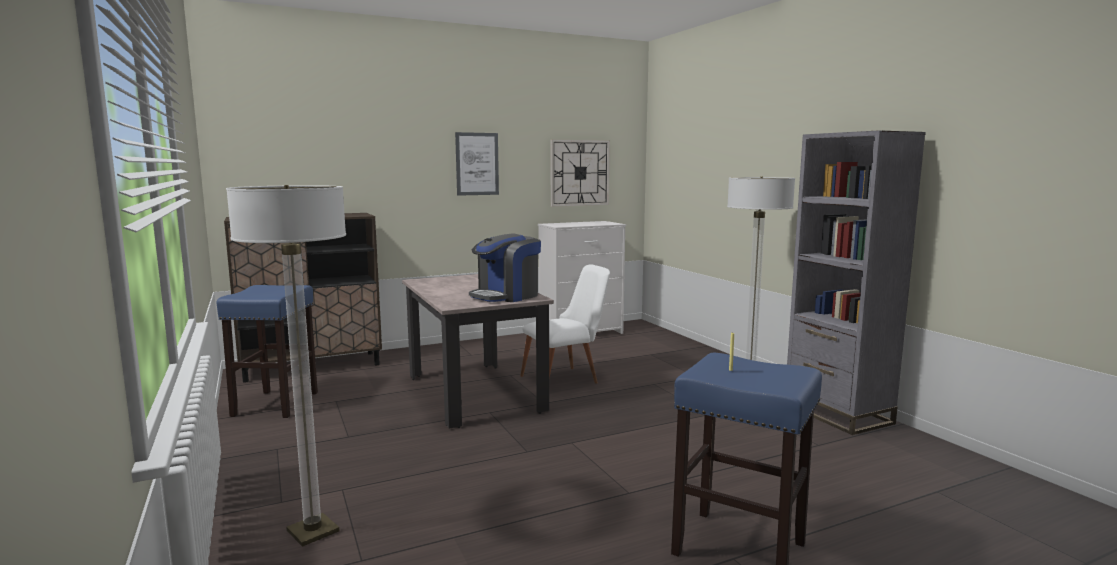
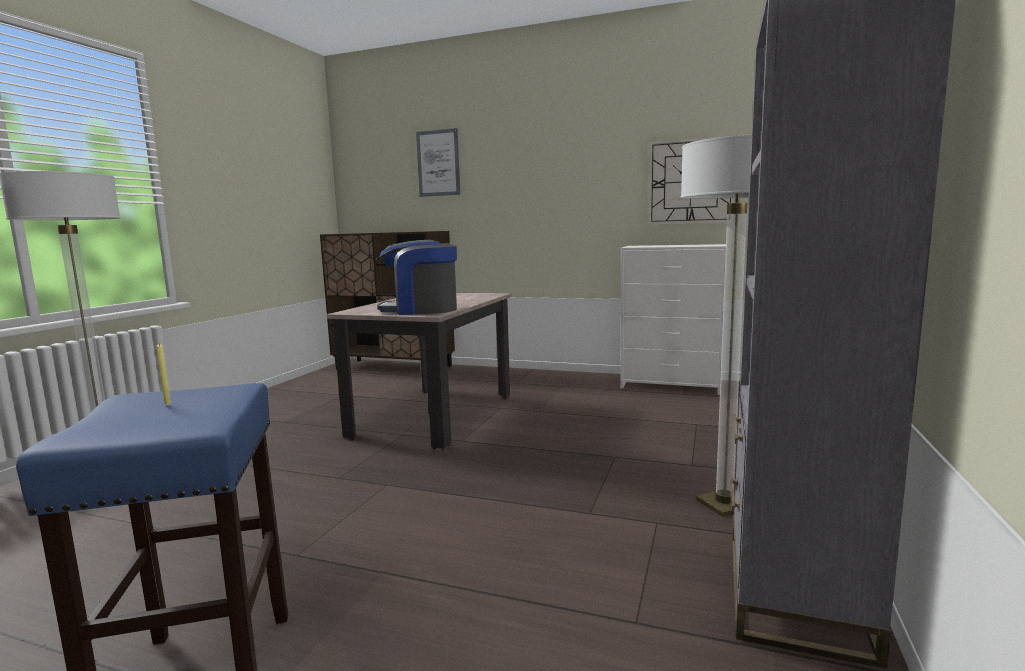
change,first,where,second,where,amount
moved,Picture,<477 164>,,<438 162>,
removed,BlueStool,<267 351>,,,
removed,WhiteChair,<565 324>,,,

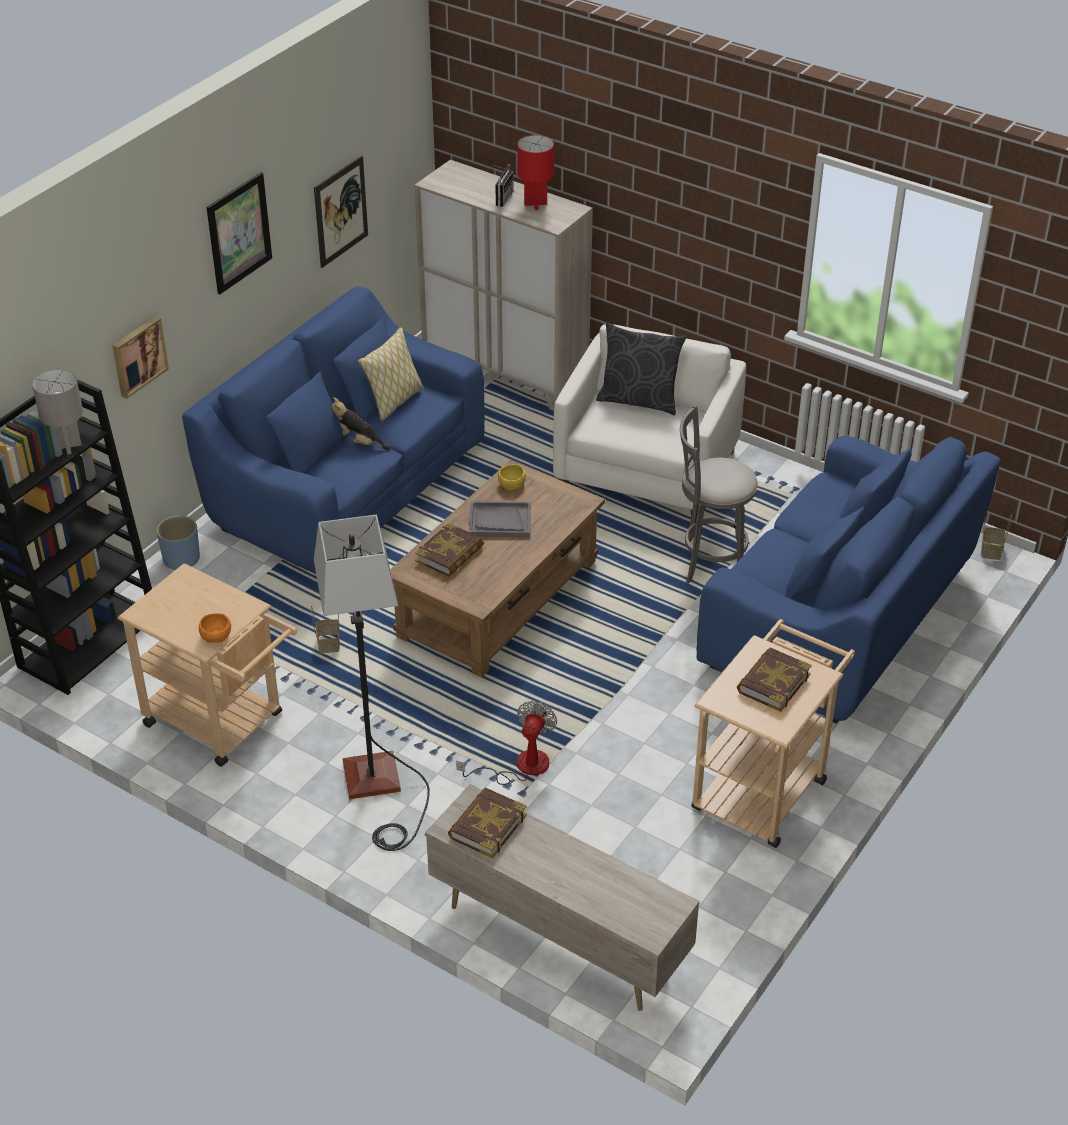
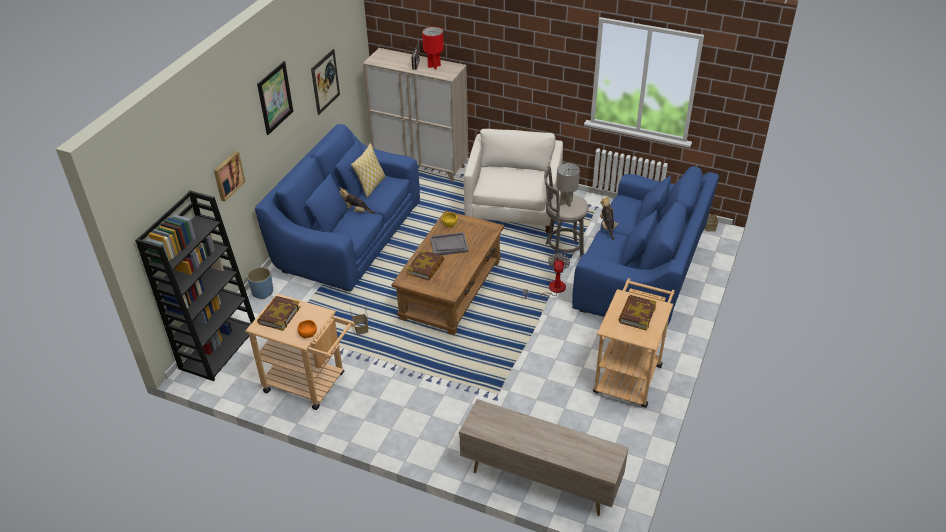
change,first,where,second,where,amount
moved,Book,<487 823>,,<279 313>,
moved,Fan,<506 743>,,<546 276>,
moved,GreyTableLamp,<57 412>,,<568 185>,
added,,,PlushToy,<609 217>,
removed,FloorLamp,<372 682>,,,
removed,GreyPillow,<641 368>,,,

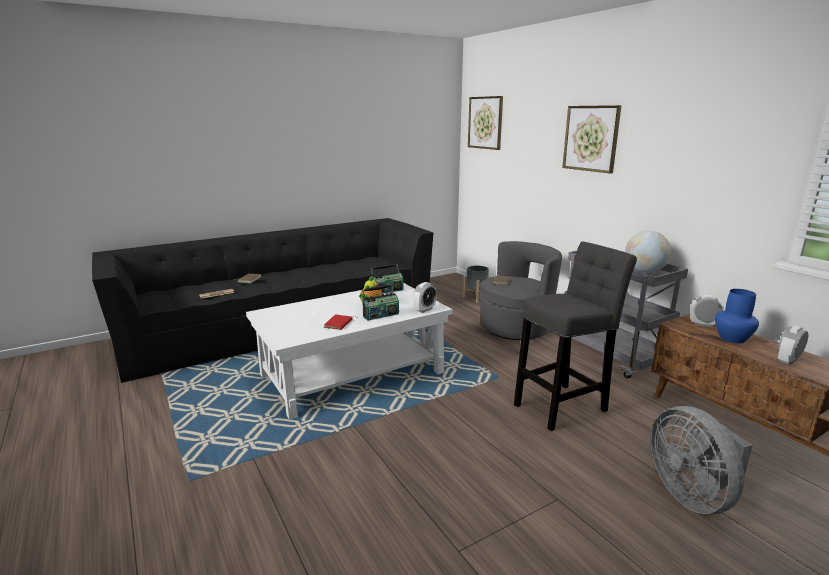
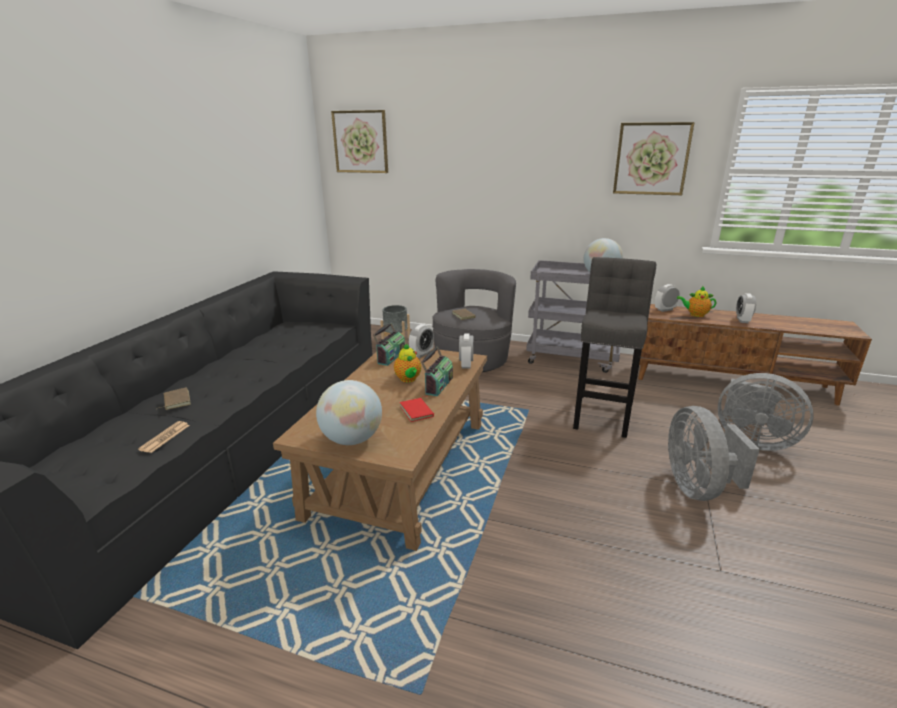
change,first,where,second,where,amount
recoloured,WhiteCoffeeTable,<349 351>,BrownCoffeeTable,<380 450>,
added,,,Globe,<349 412>,
added,,,AlarmClock,<421 341>,
moved,Picture,<591 139>,,<654 158>,
added,,,GreyFan,<714 453>,
replaced,BlueVase,<737 316>,Teapot,<696 301>,

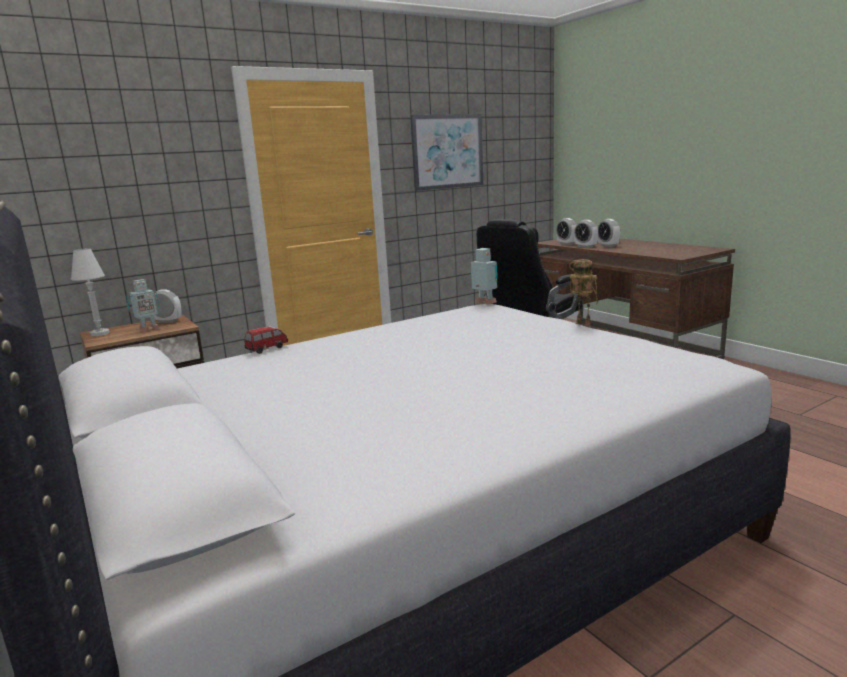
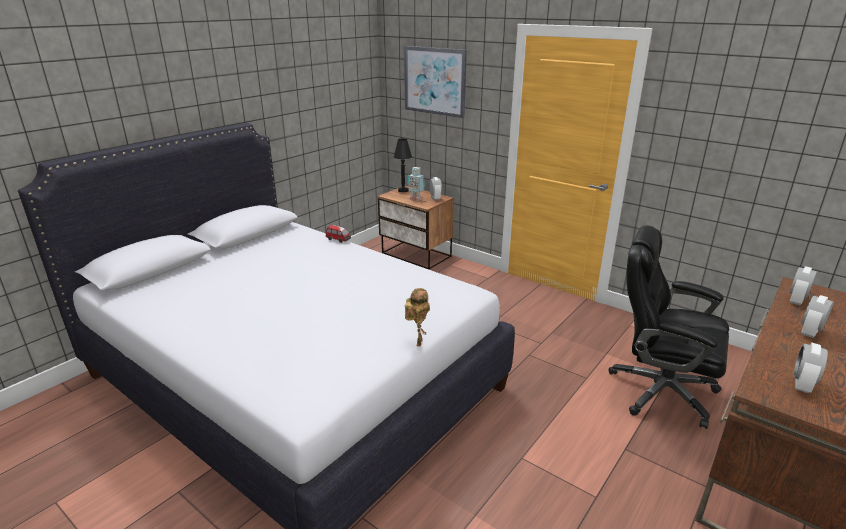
change,first,where,second,where,amount
recoloured,WhiteTableLamp,<90 292>,BlackTableLamp,<403 165>,
moved,Picture,<446 152>,,<435 82>,
moved,AlarmClock,<586 234>,,<810 368>,
removed,ToyRobot,<484 276>,,,

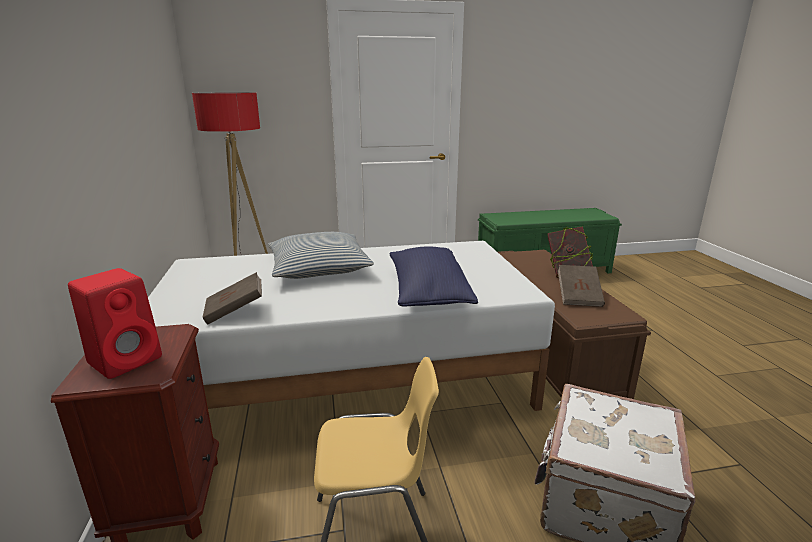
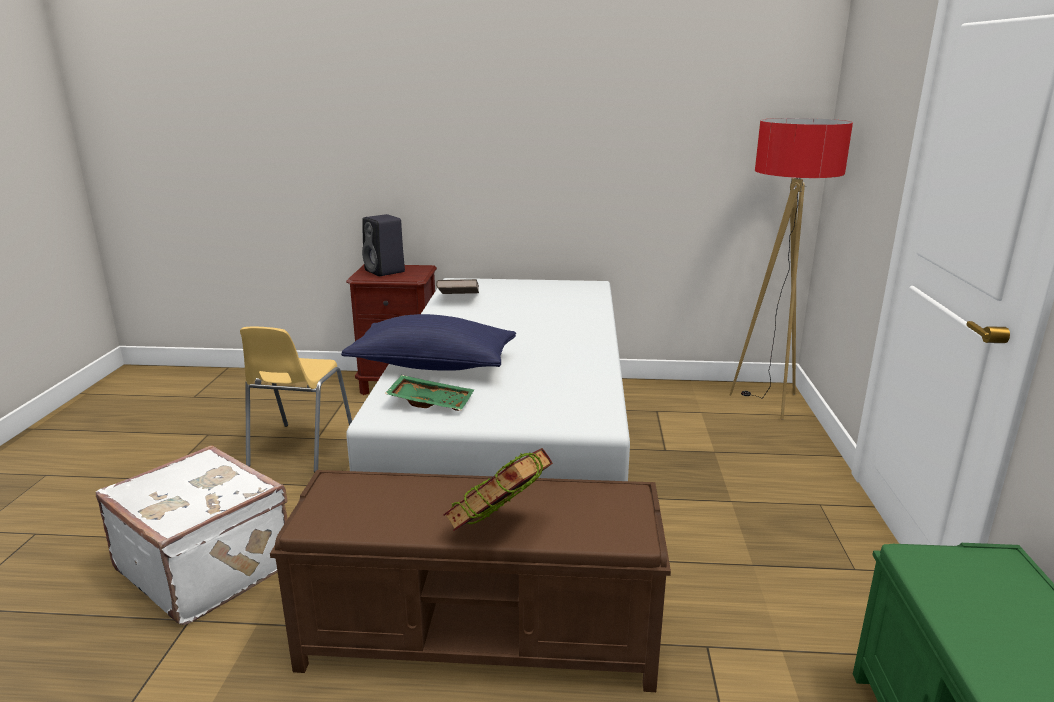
change,first,where,second,where,amount
recoloured,RedSpeaker,<115 323>,BlackSpeaker,<383 245>,
added,,,GreenTray,<429 393>,
removed,Pillow,<321 255>,,,
removed,BrownBook,<581 286>,,,

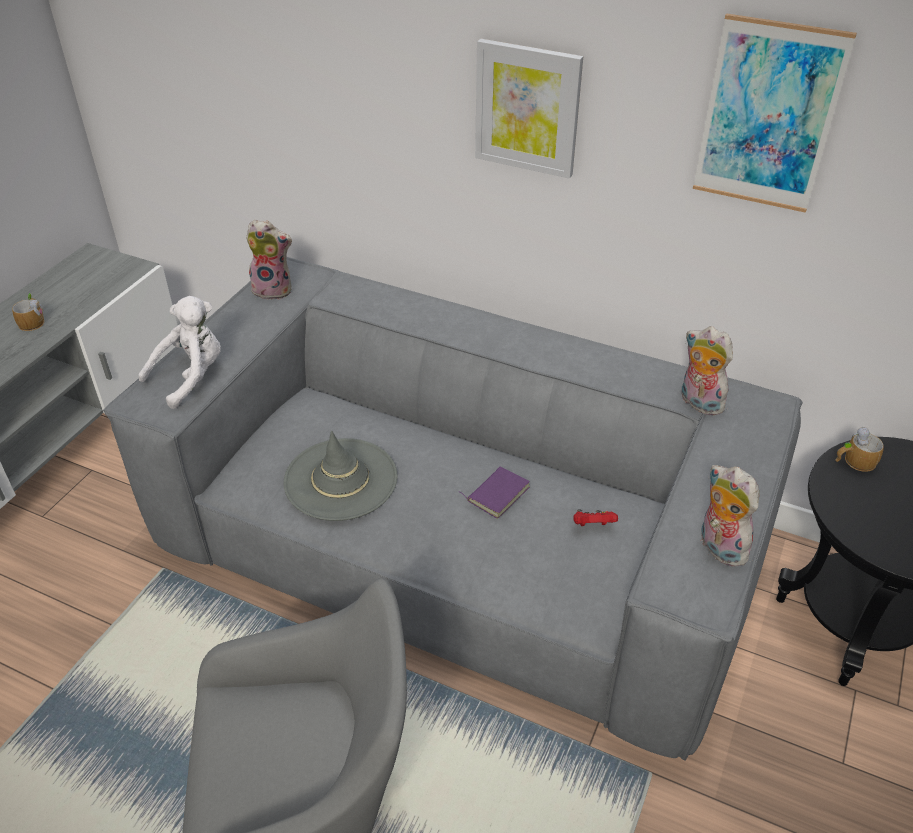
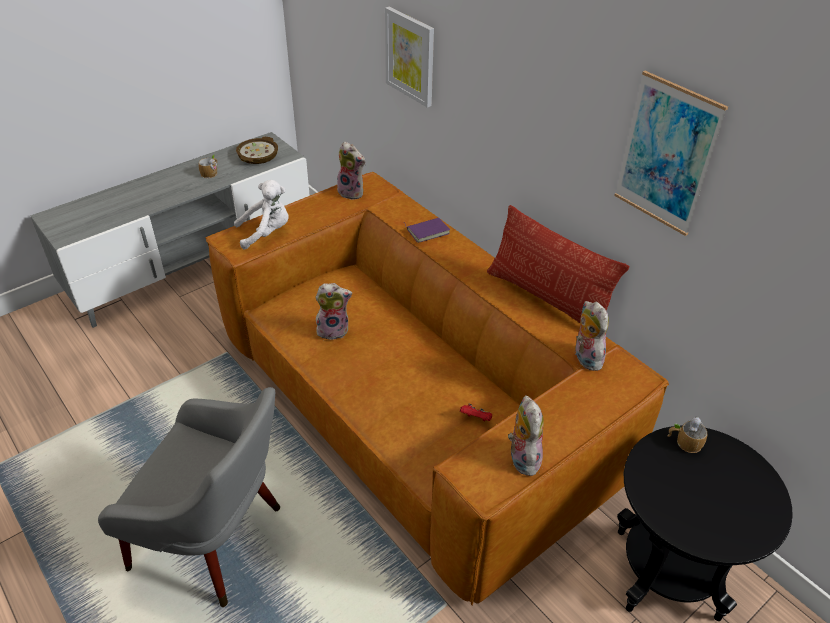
change,first,where,second,where,amount
recoloured,GreySofa,<453 509>,BrownSofa,<437 388>,
added,,,Bowl,<257 150>,
replaced,GreyHat,<340 476>,PlushToy,<333 311>,
moved,Picture,<529 108>,,<409 57>,
moved,PurpleBook,<495 493>,,<427 230>,
added,,,Pillow,<558 264>,

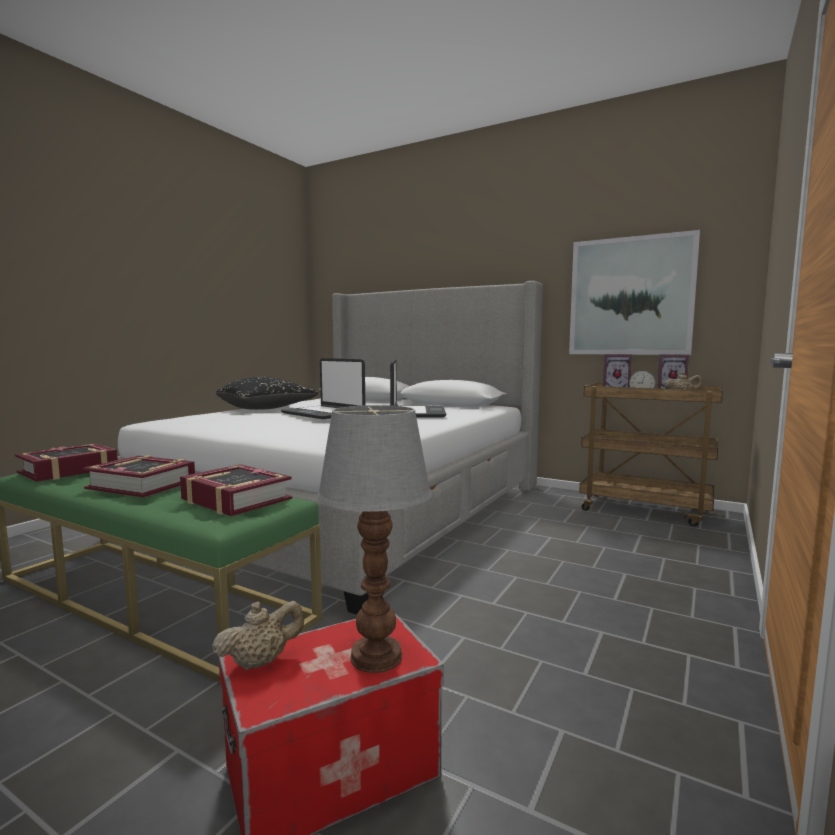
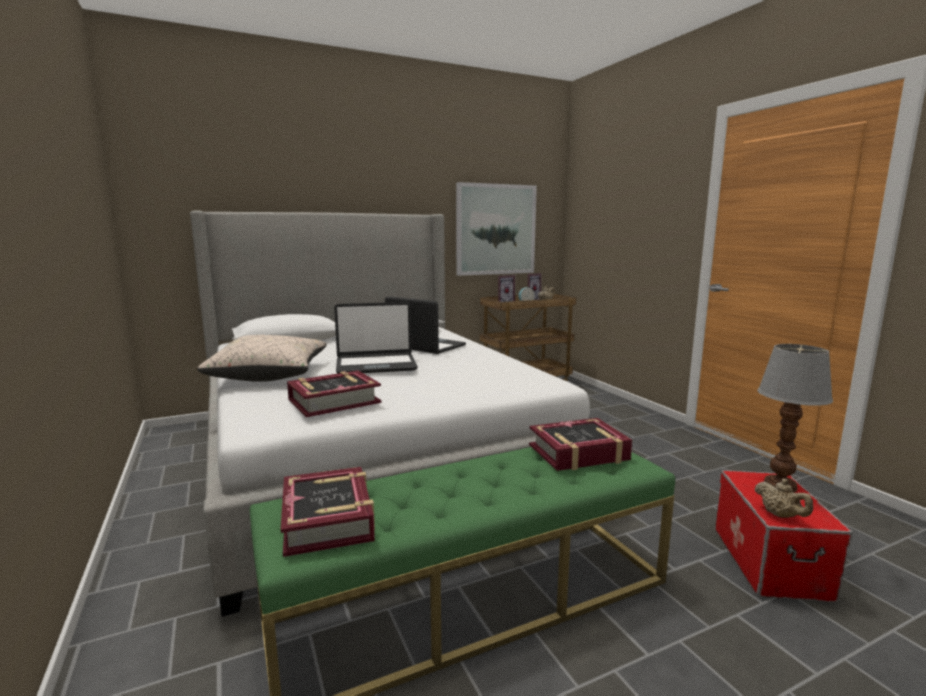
change,first,where,second,where,amount
recoloured,BlackPillow,<267 393>,BeigePillow,<262 358>,
moved,Book,<139 476>,,<334 394>,
turned,BeigeTeapot,<258 636>,,<784 498>,150 degrees clockwise

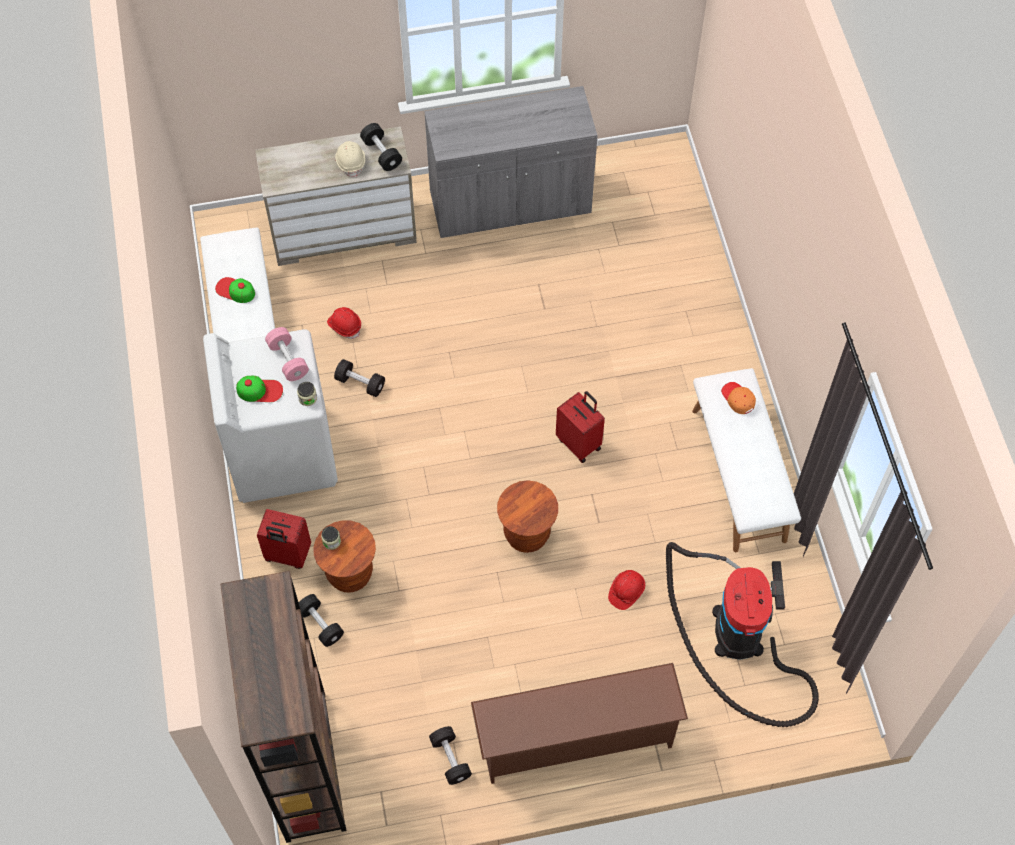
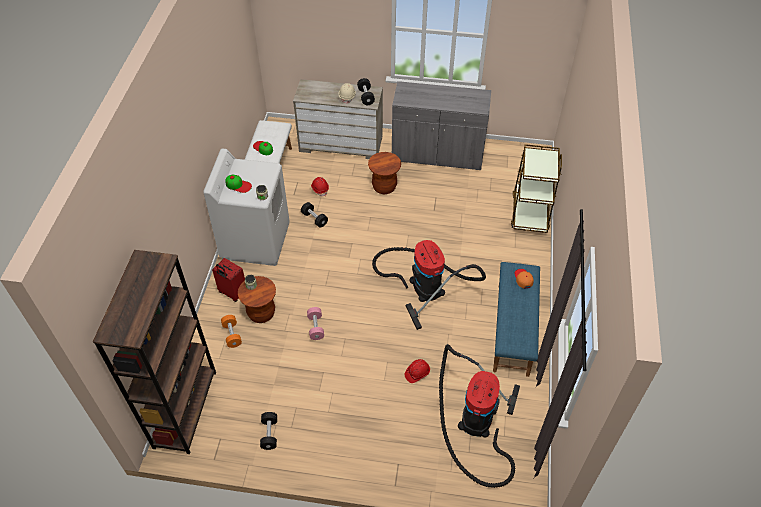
change,first,where,second,where,amount
recoloured,BlackDumbbell,<321 620>,OrangeDumbbell,<231 331>,
moved,PinkDumbbell,<287 354>,,<315 323>,
moved,BrownStool,<527 516>,,<384 173>,
replaced,RedSuitcase,<580 427>,VacuumCleaner,<429 285>,
recoloured,WhiteBench,<746 460>,BlueBench,<516 319>,
added,,,BrownCart,<536 188>,
removed,BrownShoeRack,<579 723>,,,

